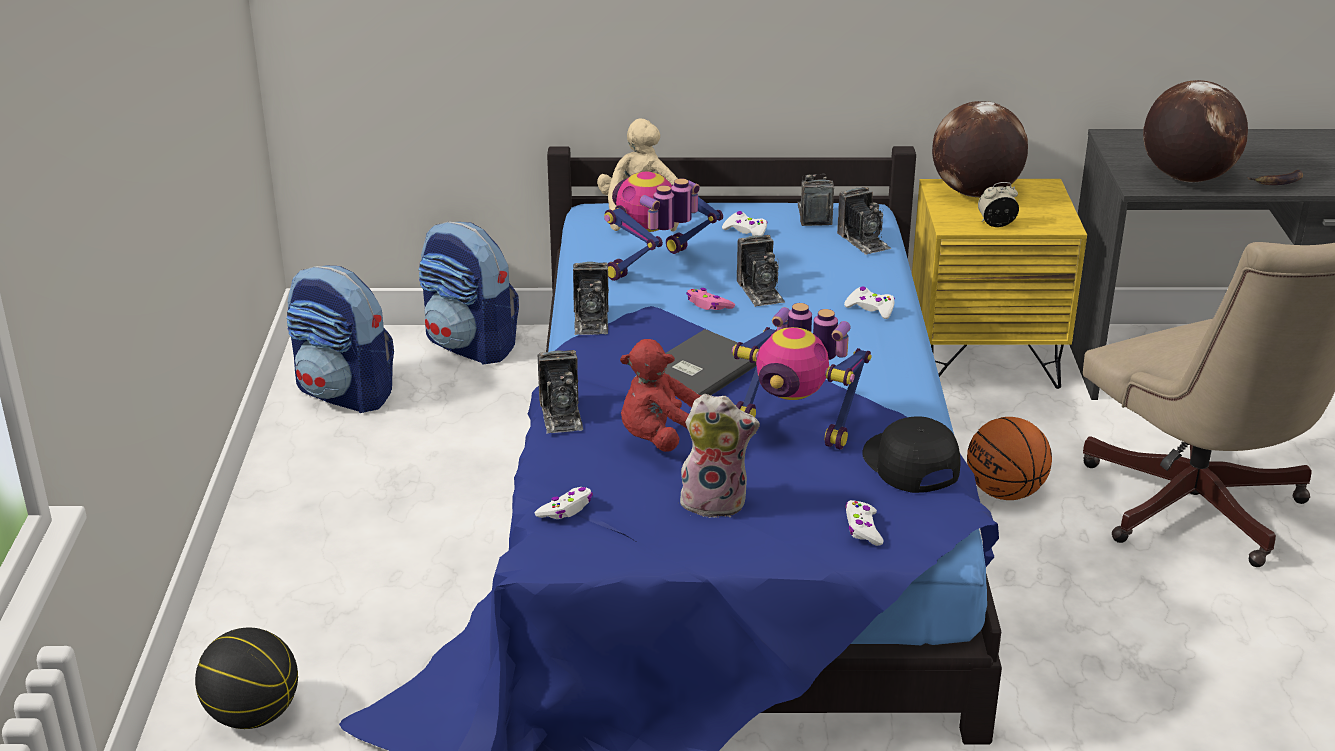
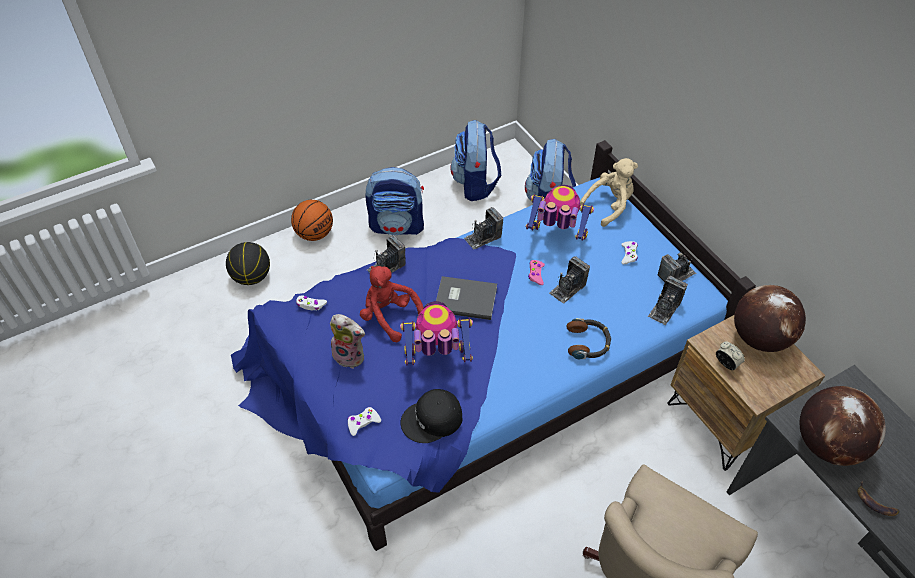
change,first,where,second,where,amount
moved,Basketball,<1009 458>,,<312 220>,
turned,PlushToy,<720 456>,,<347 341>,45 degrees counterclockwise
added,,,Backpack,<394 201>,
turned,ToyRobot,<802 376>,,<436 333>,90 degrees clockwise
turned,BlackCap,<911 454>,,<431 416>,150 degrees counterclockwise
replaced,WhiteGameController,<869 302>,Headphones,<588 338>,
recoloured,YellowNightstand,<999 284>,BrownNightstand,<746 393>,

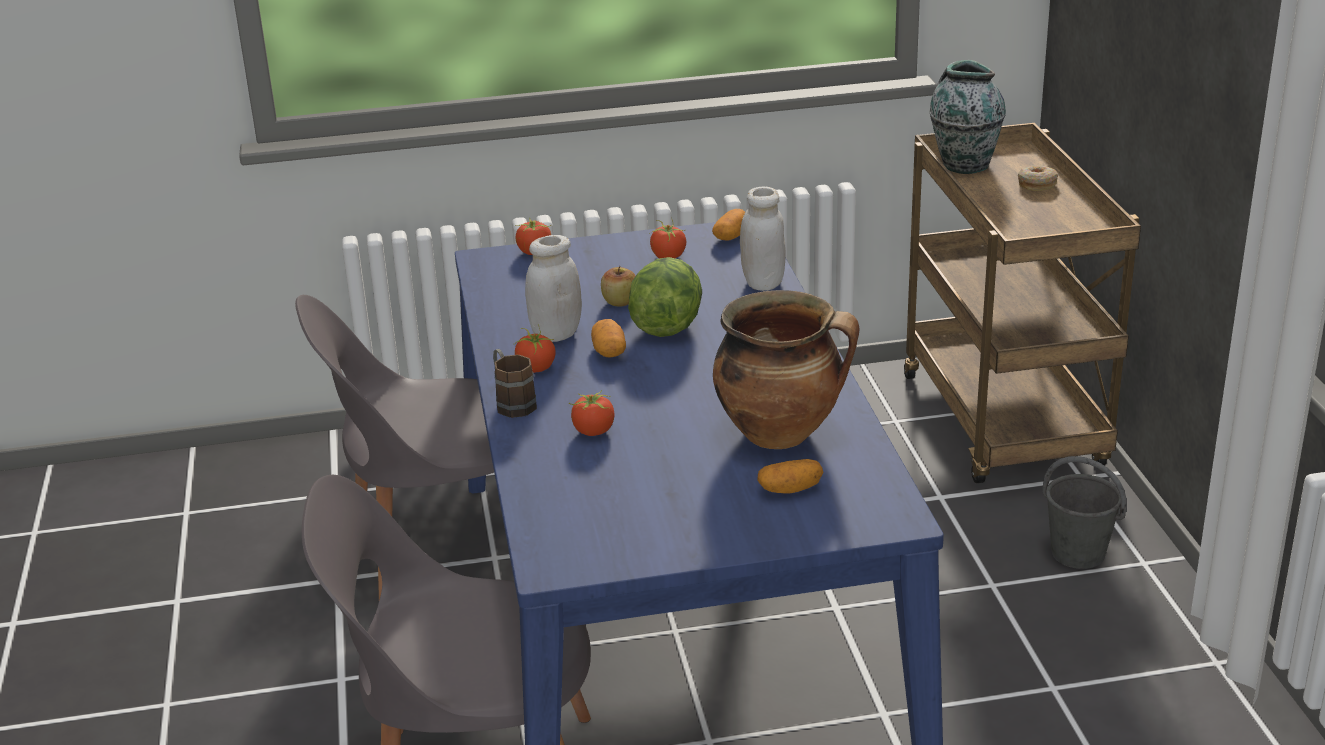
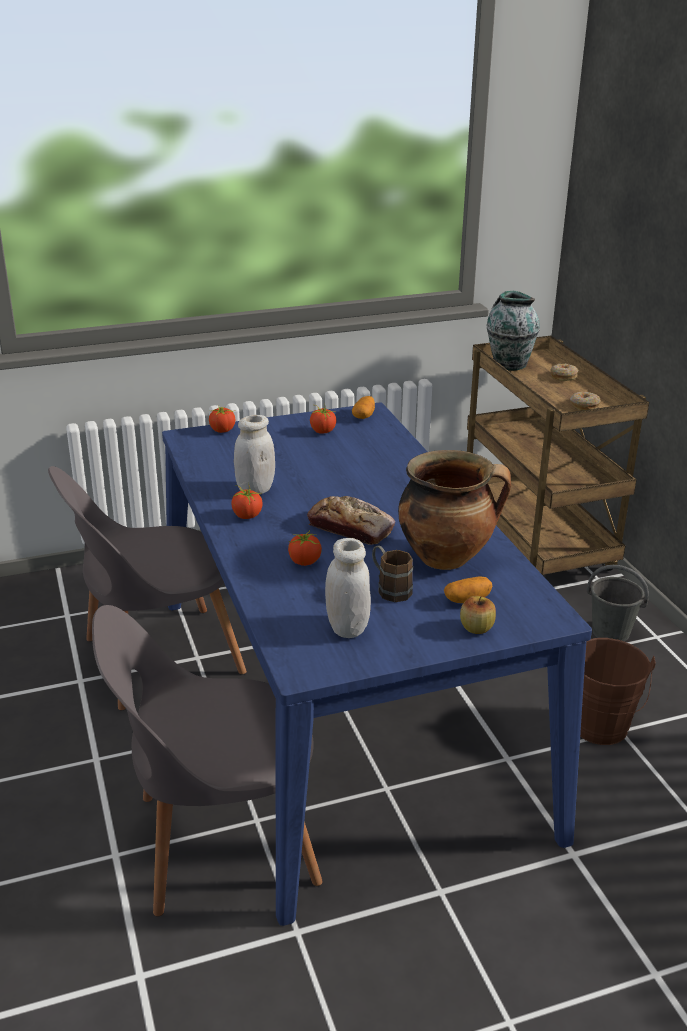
change,first,where,second,where,amount
added,,,Bread,<351 520>,
moved,WhiteJar,<763 239>,,<348 588>,
moved,BrownMug,<515 383>,,<392 573>,
moved,Apple,<618 286>,,<478 615>,
added,,,Donut,<585 401>,
added,,,BrownBucket,<618 691>,
removed,Potato,<608 338>,,,
removed,Lettuce,<665 297>,,,

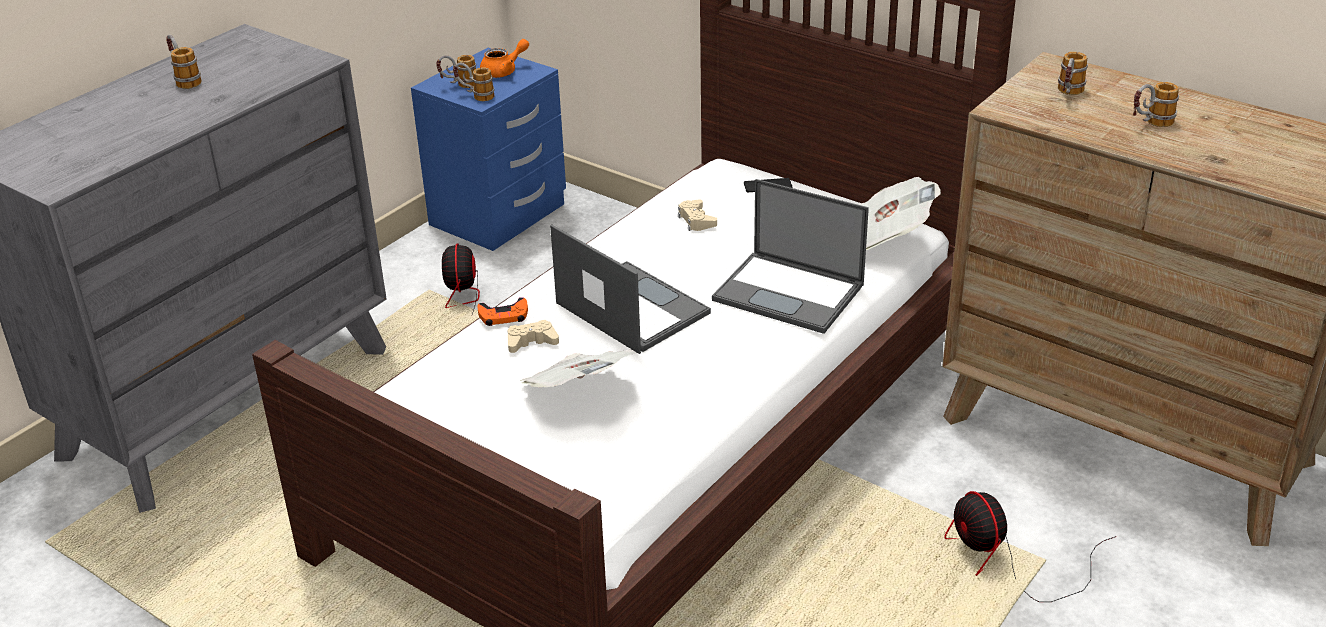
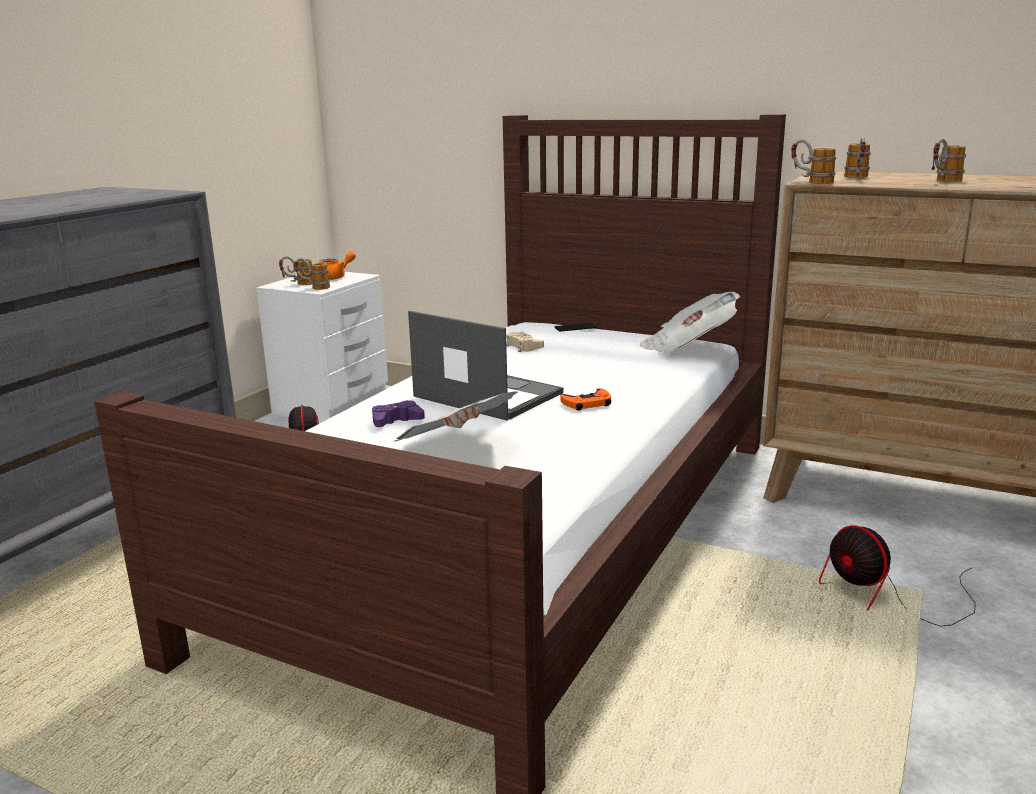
change,first,where,second,where,amount
recoloured,BlueNightstand,<488 149>,WhiteNightstand,<322 348>,
recoloured,BeigeGameController,<533 336>,PurpleGameController,<398 413>,
moved,OrangeGameController,<503 311>,,<586 399>,
moved,Mug,<183 61>,,<813 161>,
removed,Laptop,<790 256>,,,

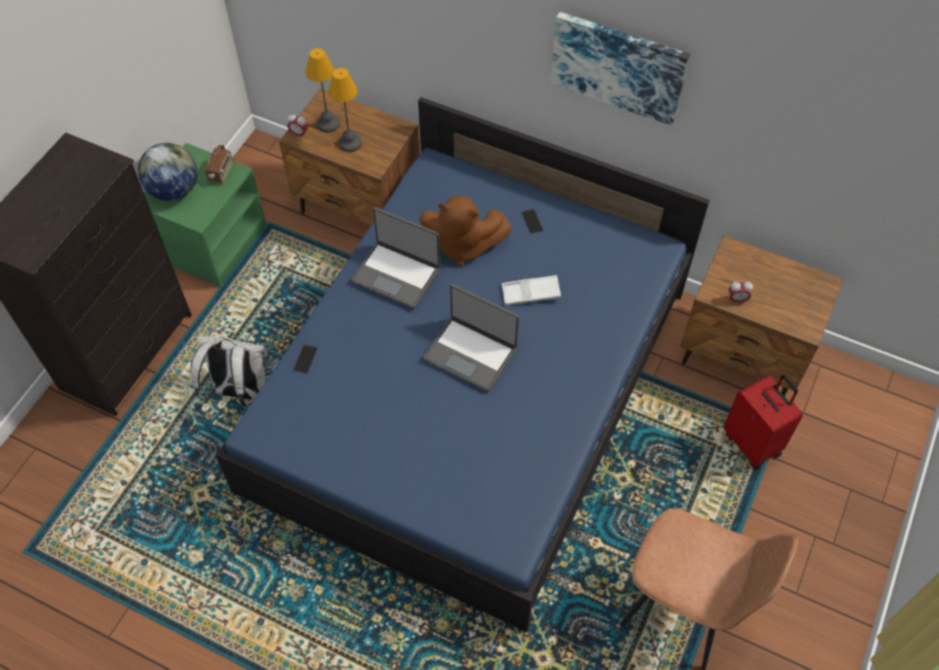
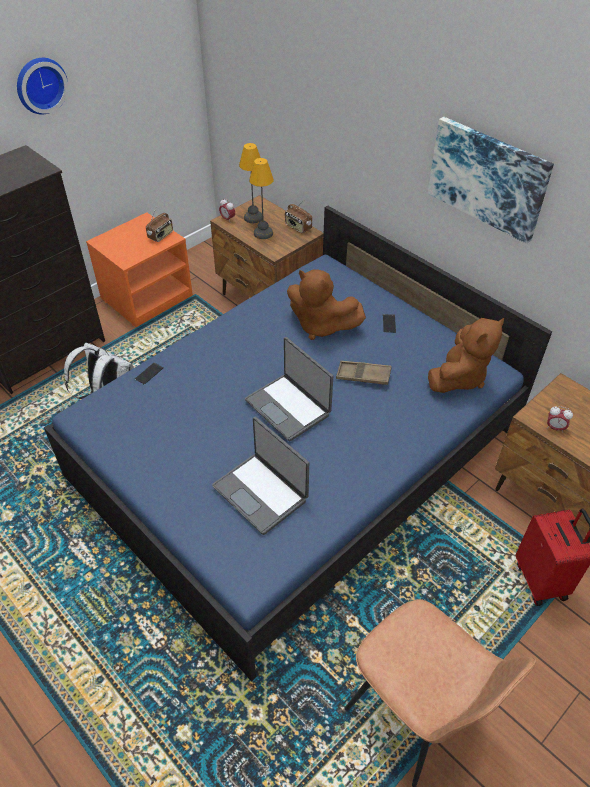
change,first,where,second,where,amount
added,,,WallClock,<42 86>,
recoloured,GreenNightstand,<205 215>,OrangeNightstand,<139 270>,
moved,Laptop,<396 258>,,<260 476>,
added,,,Radio,<298 216>,
recoloured,WhiteTray,<531 290>,BrownTray,<364 373>,
added,,,BrownPlushToy,<466 355>,
removed,Globe,<168 172>,,,

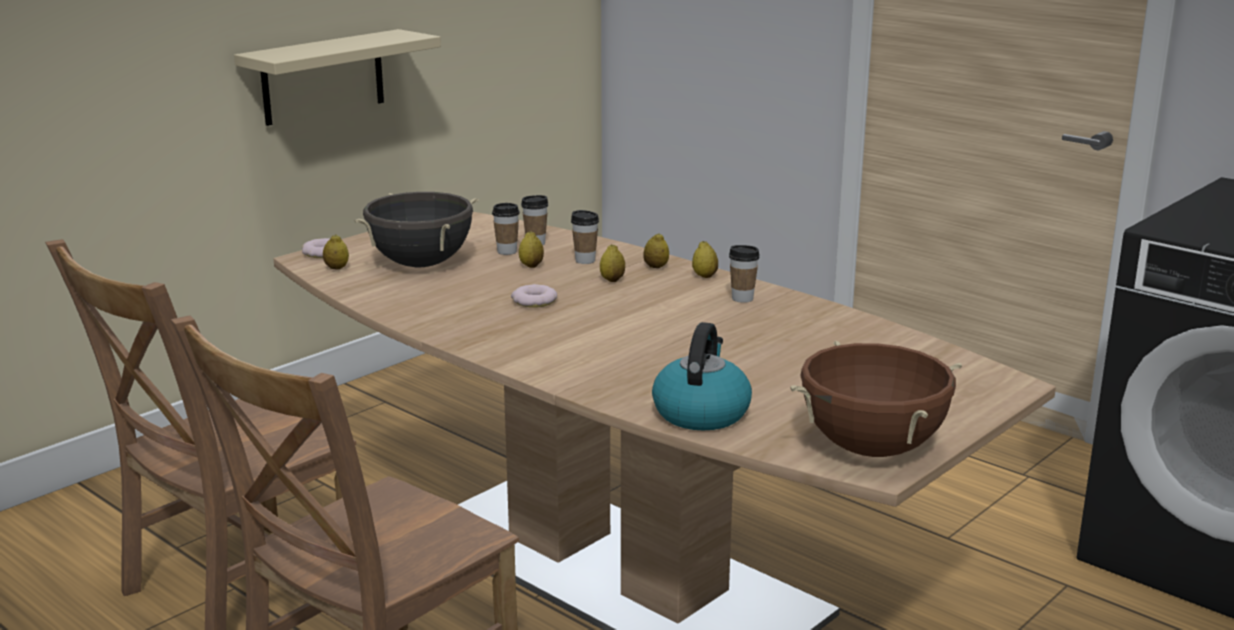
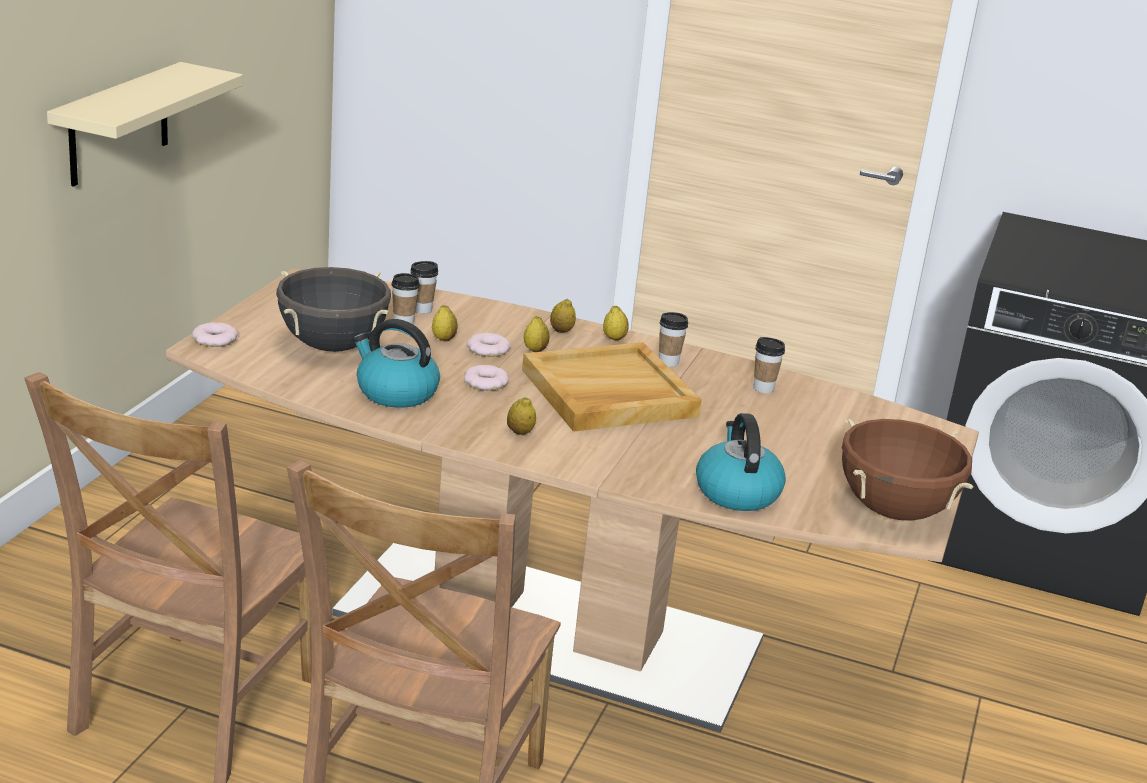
change,first,where,second,where,amount
added,,,Kettle,<396 363>,
added,,,Donut,<489 345>,
moved,Lemon,<336 252>,,<521 415>,
added,,,BeigeTray,<612 387>,
moved,Cup,<585 237>,,<769 365>,

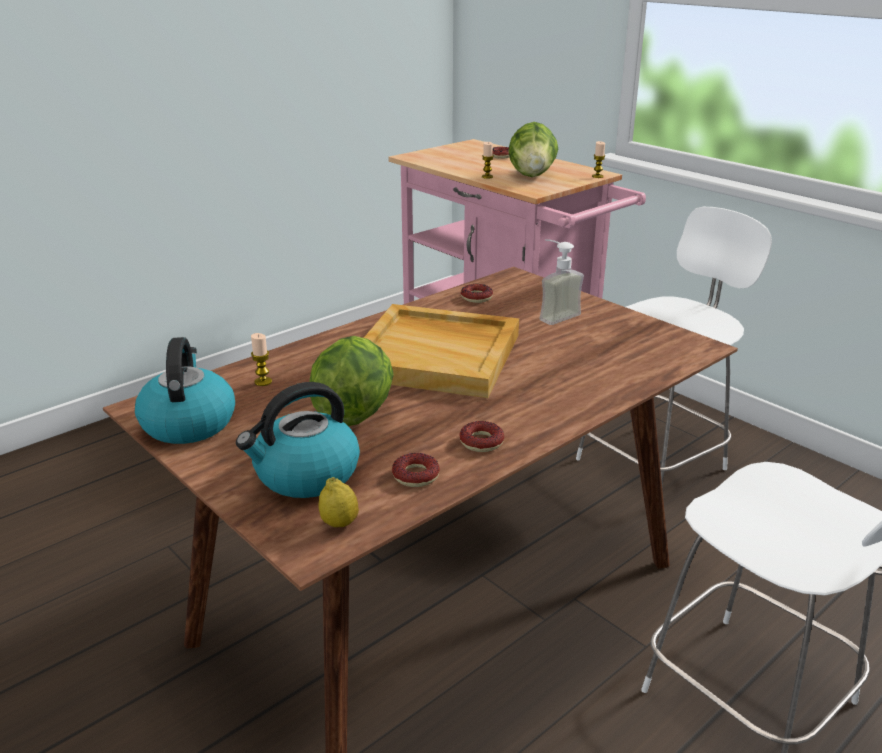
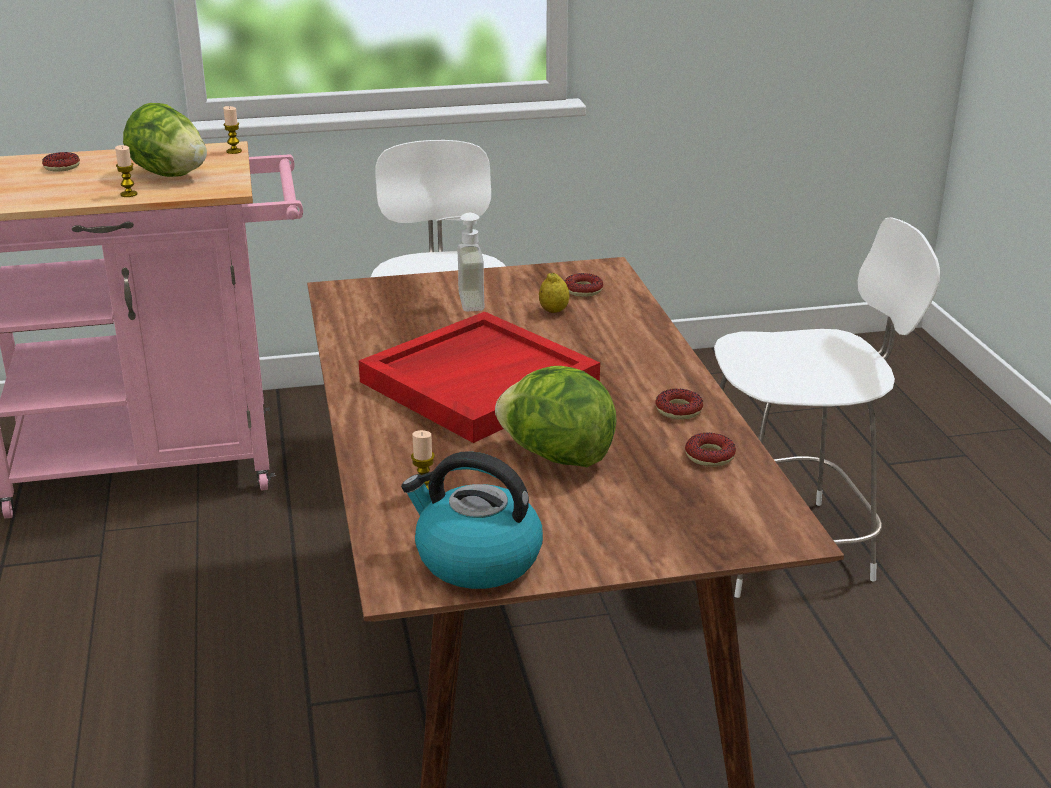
change,first,where,second,where,amount
recoloured,BeigeTray,<441 351>,RedTray,<479 377>,
moved,Lemon,<338 502>,,<554 293>,
moved,Donut,<477 293>,,<584 285>,
removed,Kettle,<298 440>,,,

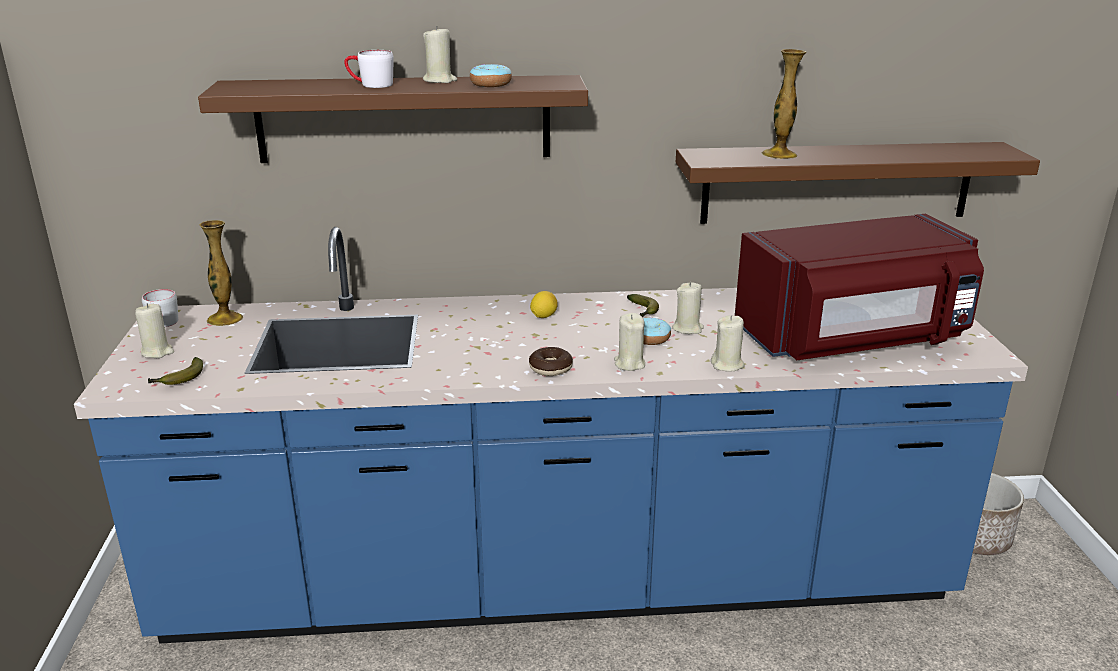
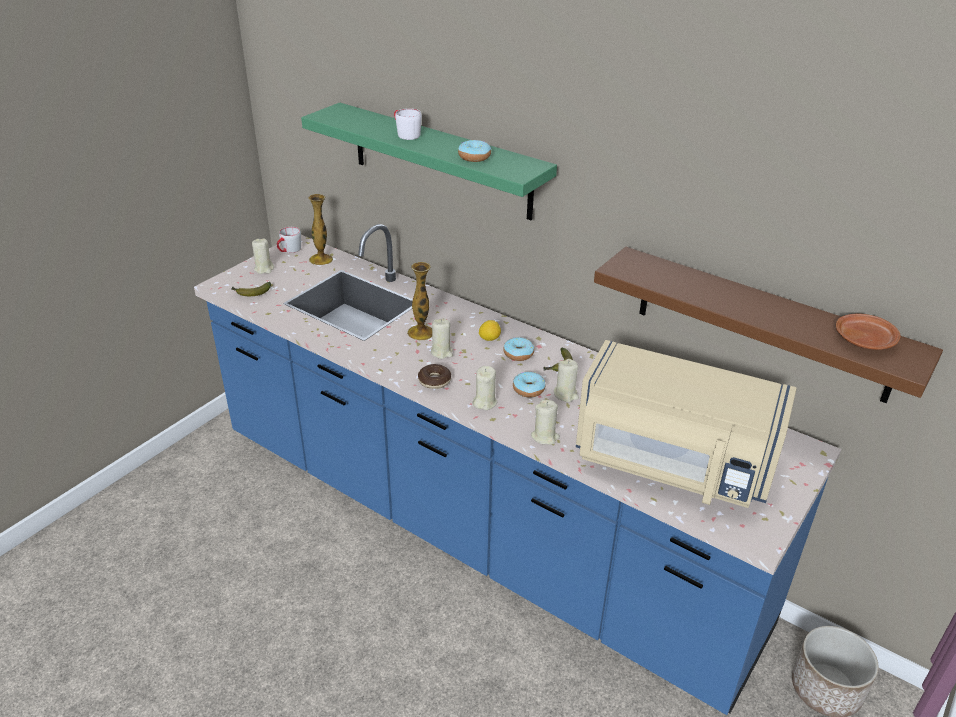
change,first,where,second,where,amount
recoloured,BrownShelf,<393 119>,GreenShelf,<429 161>,
moved,Vase,<783 104>,,<419 301>,
moved,BeigeCandle,<440 54>,,<442 338>,
added,,,Donut,<518 349>,
recoloured,RedMicrowave,<859 287>,BeigeMicrowave,<686 424>,
added,,,BrownPlate,<868 331>,

